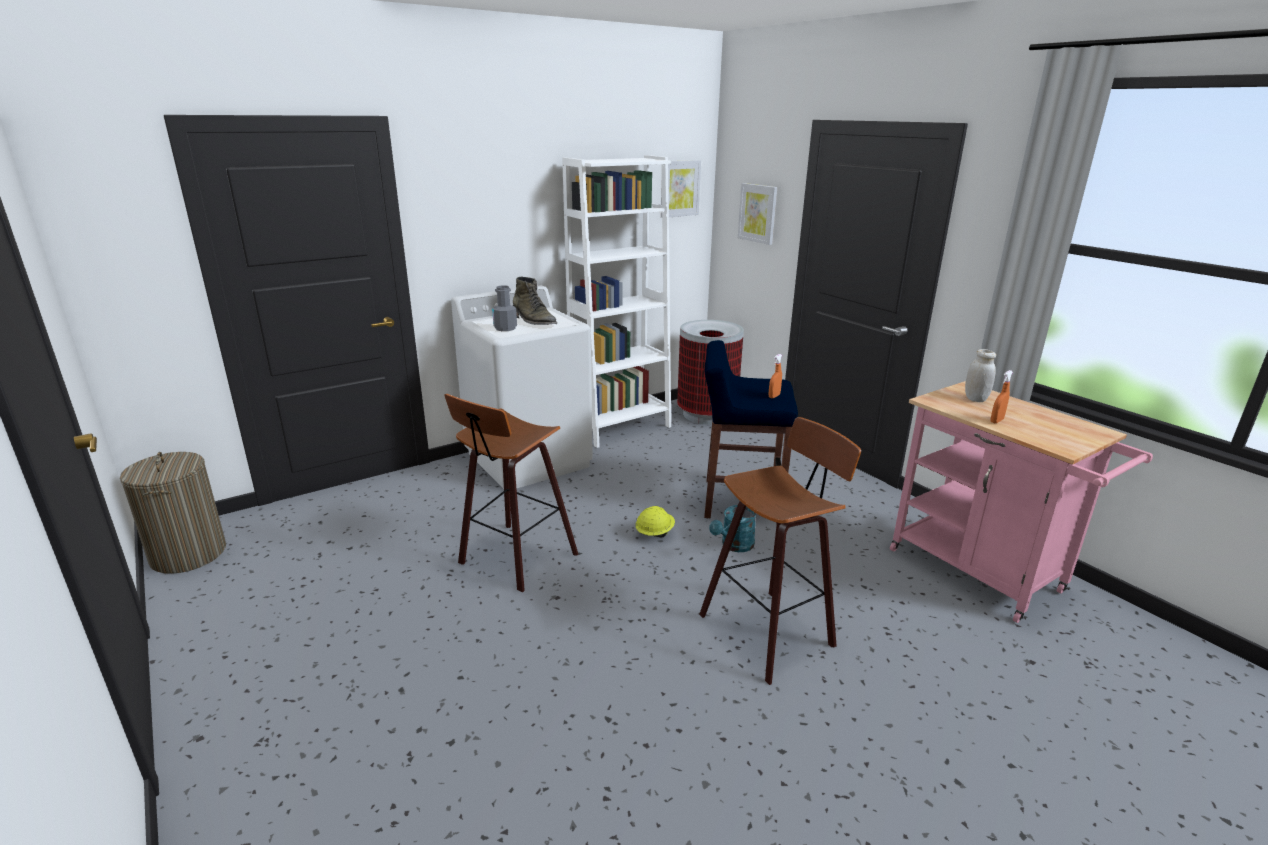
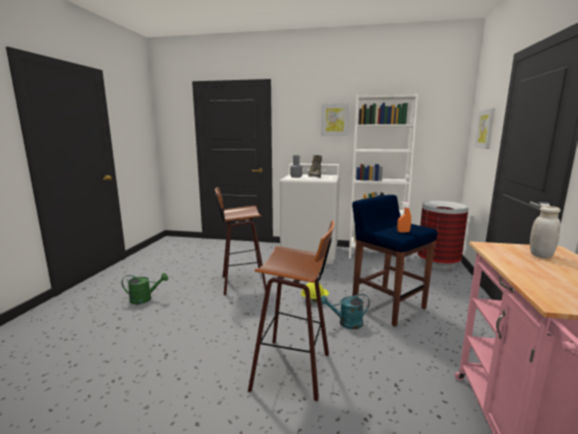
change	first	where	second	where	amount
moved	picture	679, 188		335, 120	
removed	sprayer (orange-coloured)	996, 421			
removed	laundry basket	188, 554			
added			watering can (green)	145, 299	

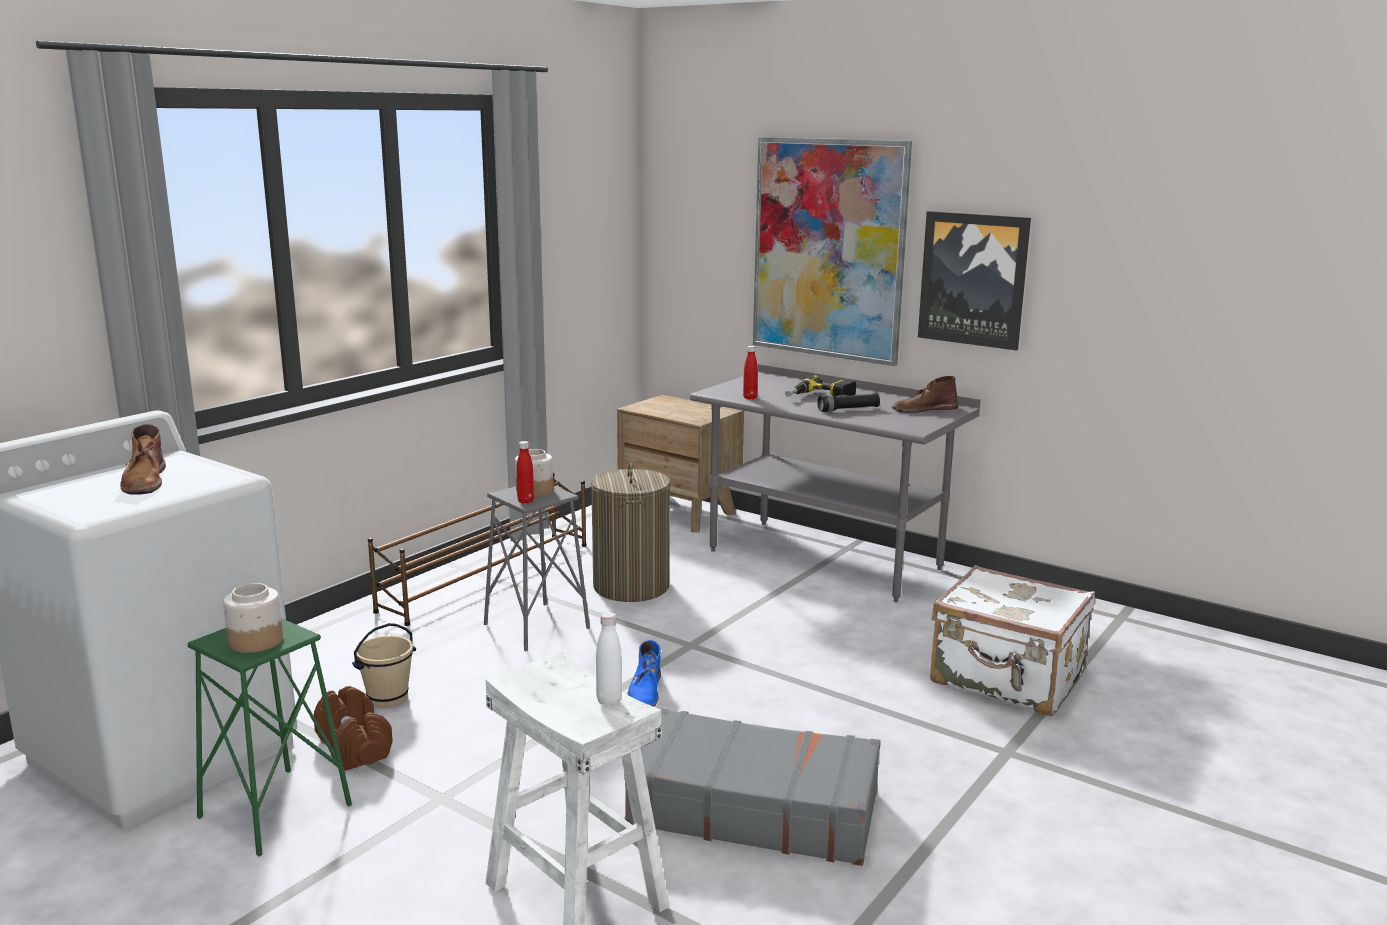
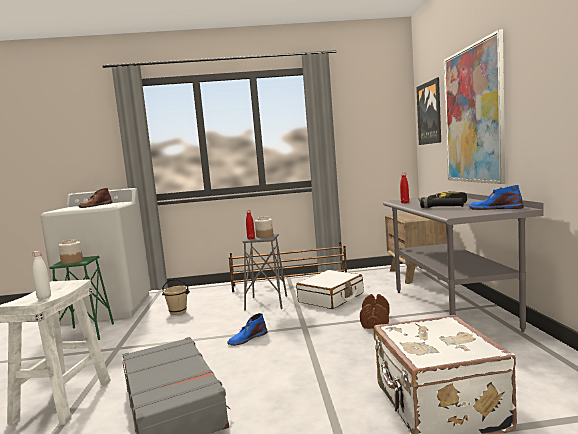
change	first	where	second	where	amount
moved	picture	973, 279		430, 113	
recoloured	boot (brownish)	923, 409	boot (bluish)	494, 208	
replaced	laundry basket	631, 586	travel case (white-coloured)	331, 298	
moved	hand weight (brownish)	355, 747		375, 322	

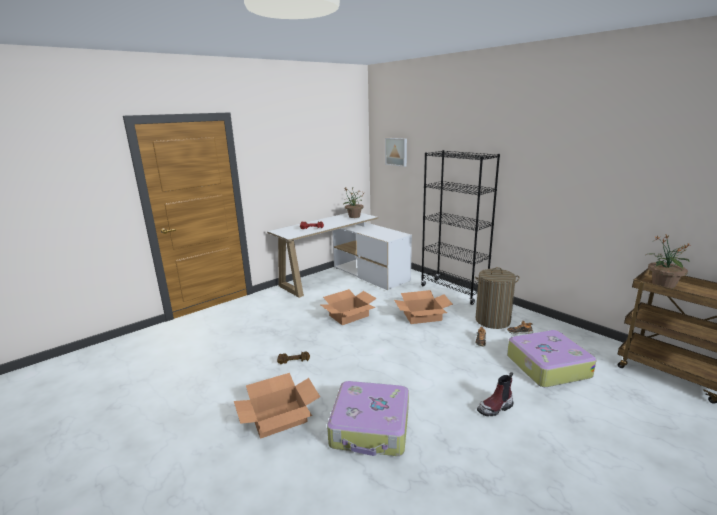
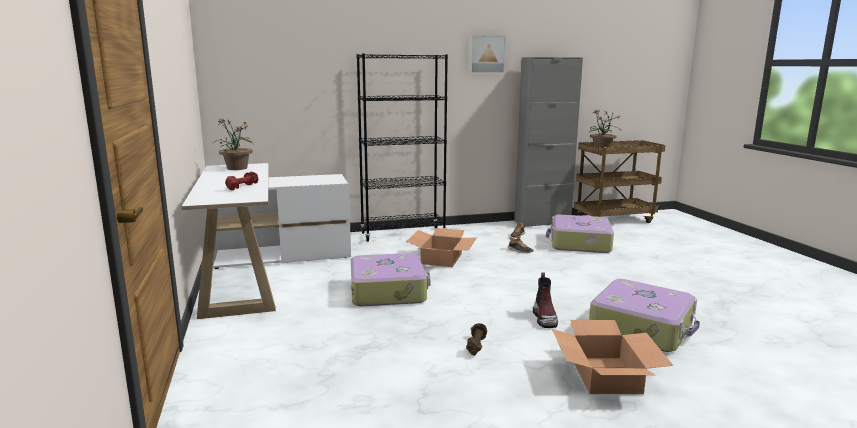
change	first	where	second	where	amount
moved	picture	396, 151		486, 54	
removed	laundry basket	493, 320			
replaced	carton	349, 316	travel case	388, 291	
moved	boot	495, 407		545, 319	
added			cupboard (grey)	542, 222	

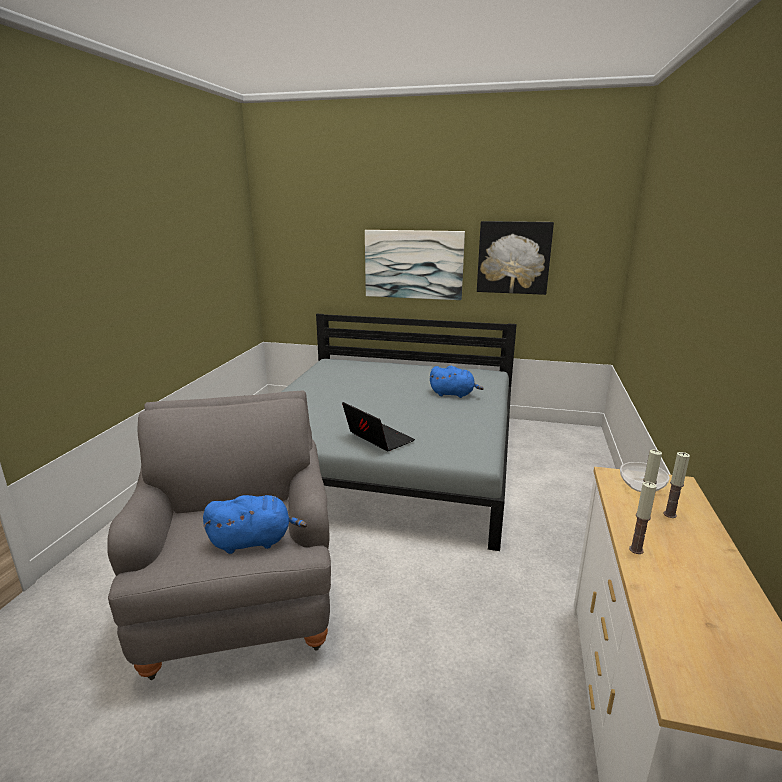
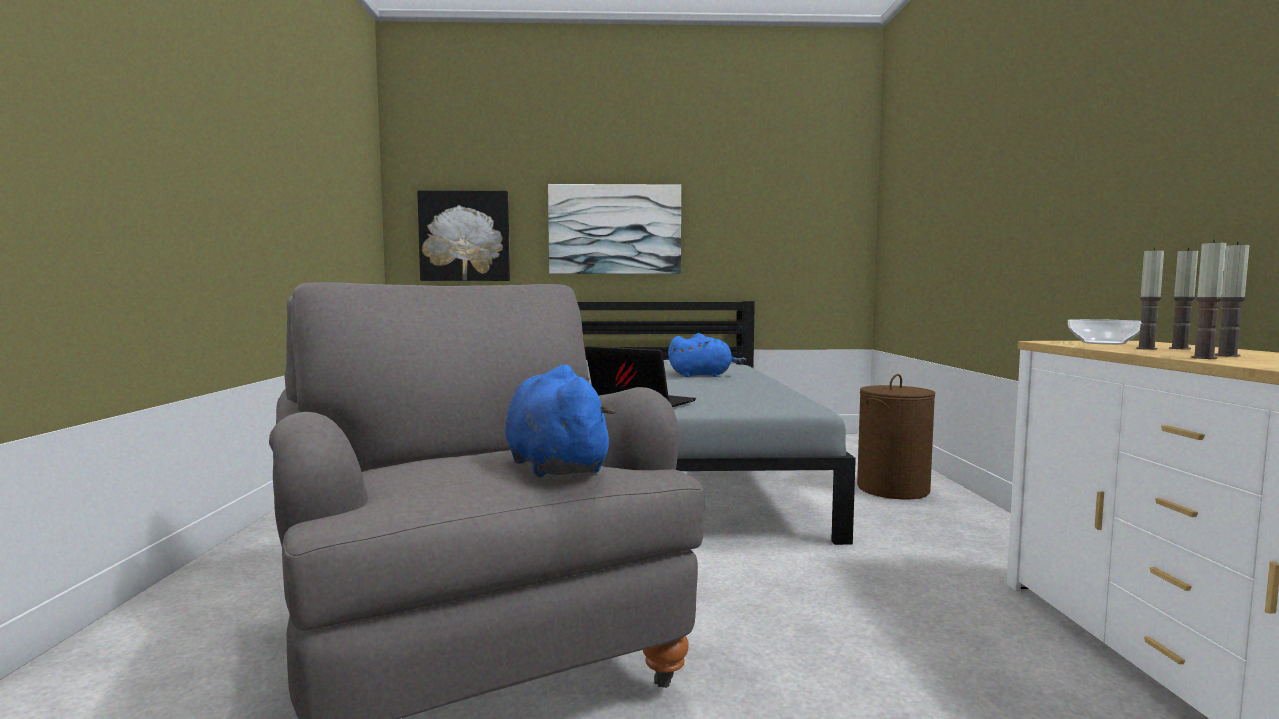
change	first	where	second	where	amount
moved	picture	513, 257		465, 236	
turned	cuddly toy (bluish)	254, 541		554, 466	90 degrees counterclockwise
added			wax light	1227, 355	
added			laundry basket (brownish)	893, 489	

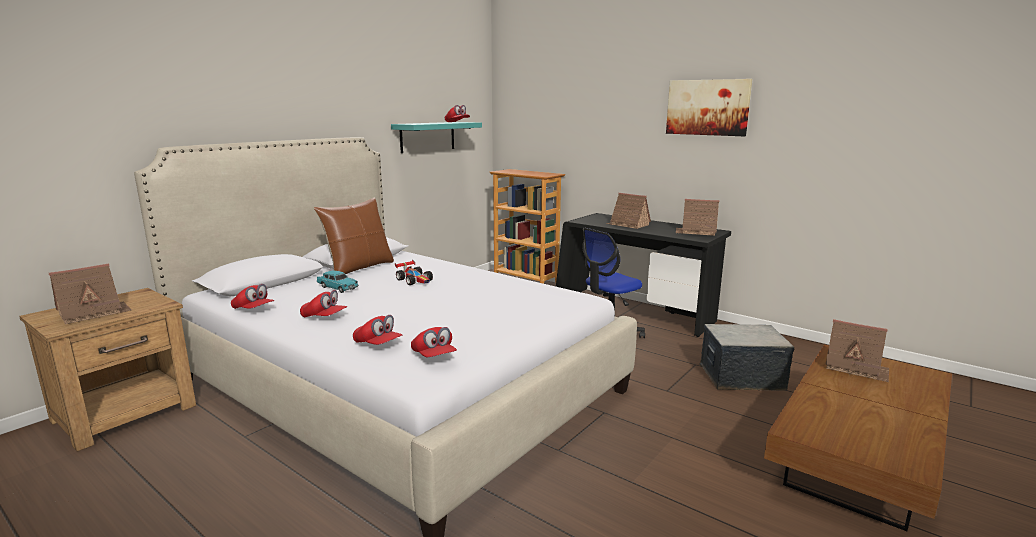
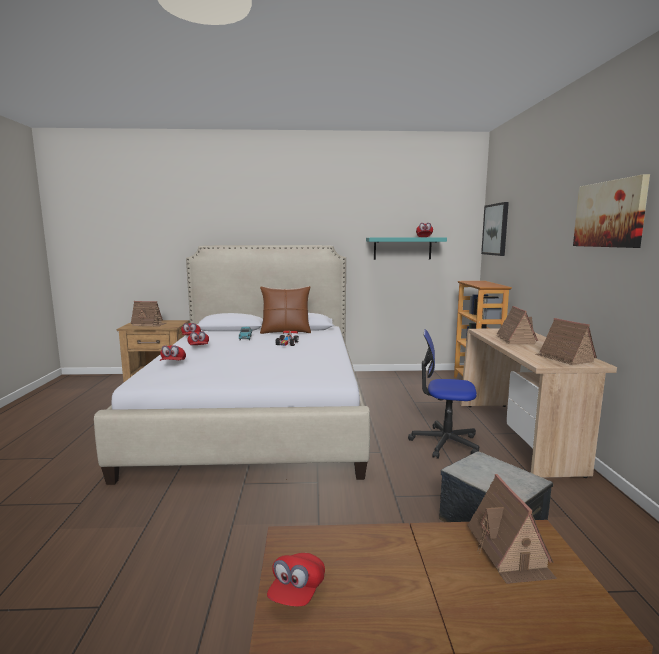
change	first	where	second	where	amount
recoloured	desk unit (black-coloured)	634, 312	desk unit (beige)	518, 436	
moved	baseball cap (red-coloured)	434, 356		297, 592	
added			picture	496, 229	

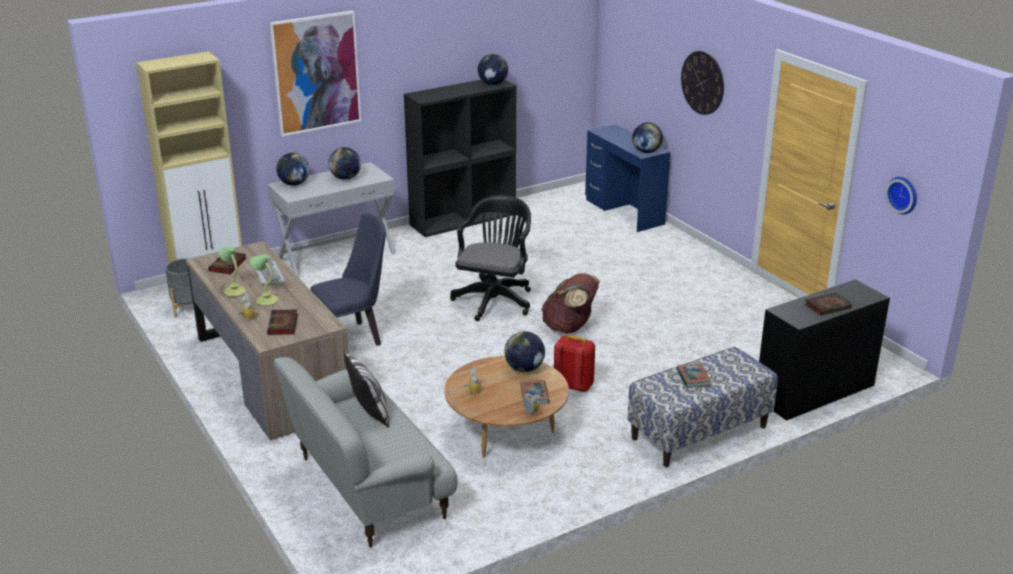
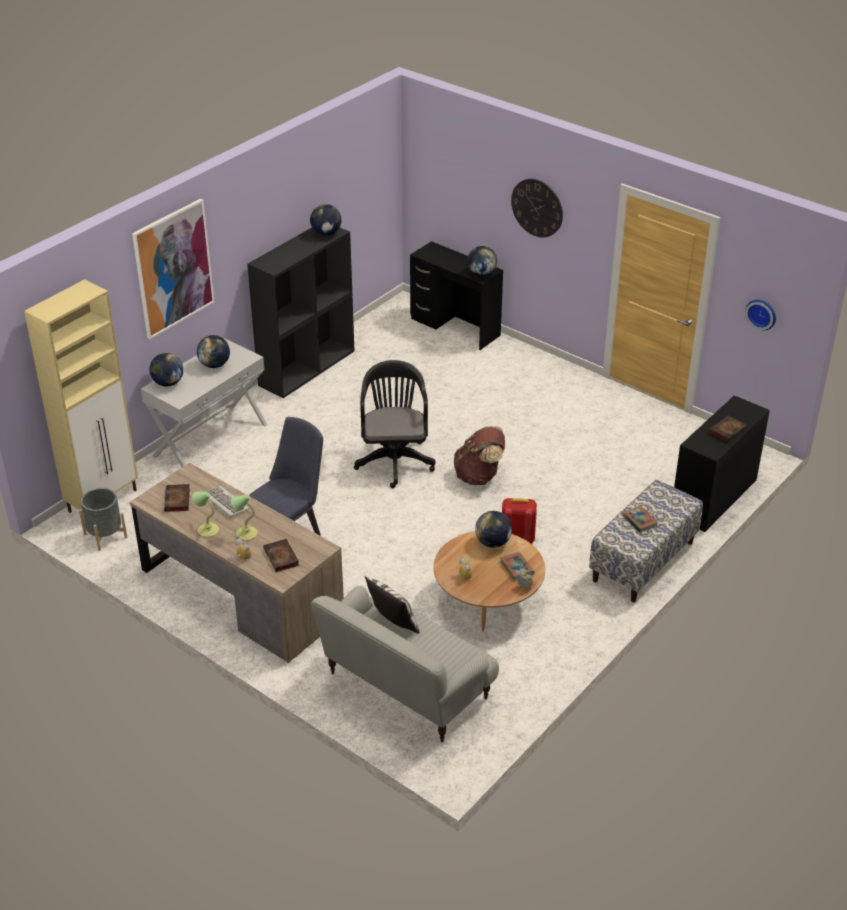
change	first	where	second	where	amount
recoloured	desk unit (bluish)	624, 212	desk unit (black-coloured)	455, 327	

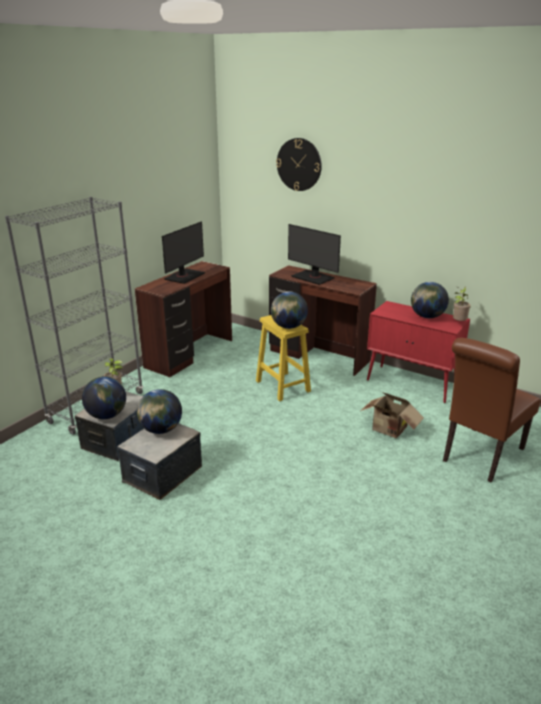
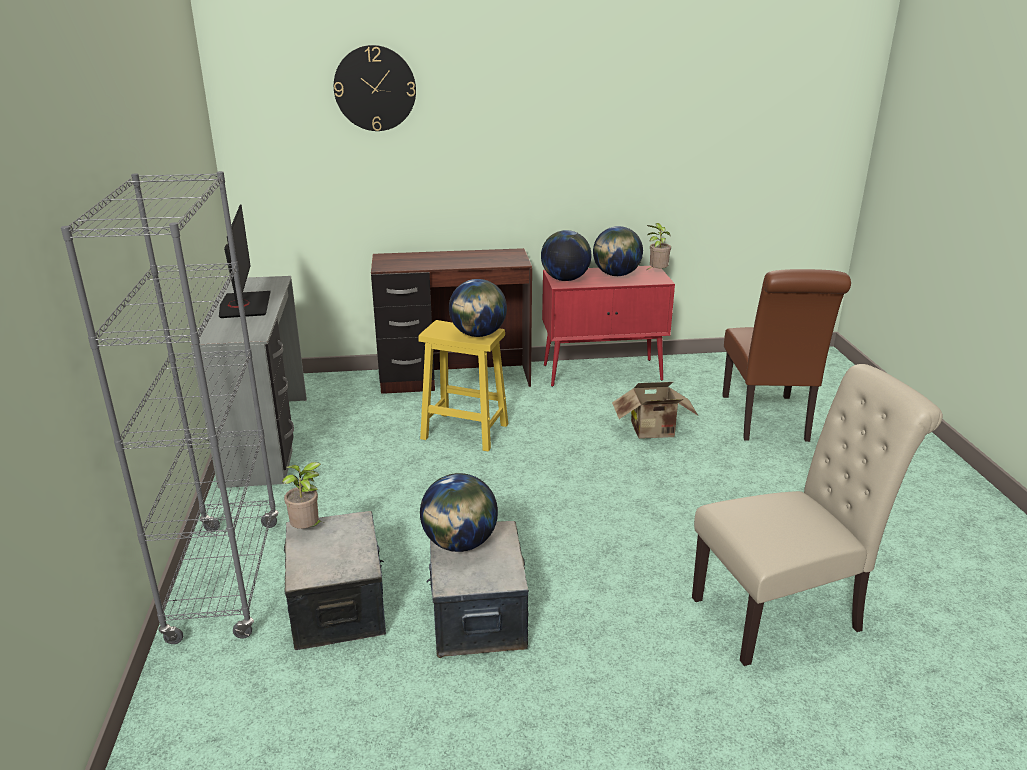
change	first	where	second	where	amount
removed	computer screen	313, 277			
recoloured	desk unit (brownish)	190, 354	desk unit (grey)	268, 439	
moved	globe	107, 415		565, 279	
added			upright chair (beige)	786, 613	

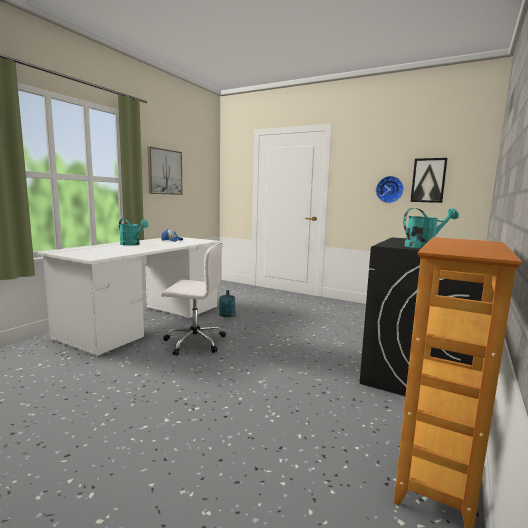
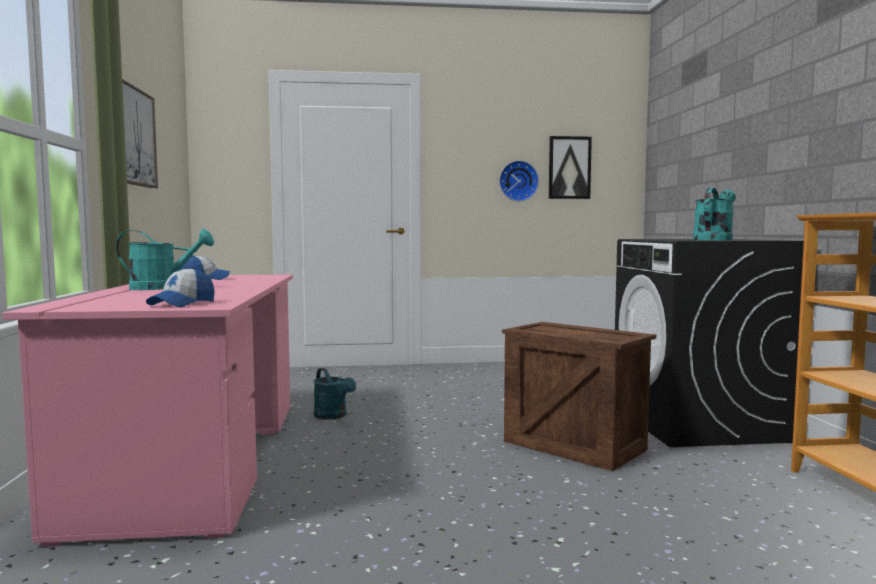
change	first	where	second	where	amount
recoloured	desk unit (white-coloured)	145, 321	desk unit (pinkish)	196, 459	
removed	desk chair (white-coloured)	194, 342			
added			baseball cap	182, 304	
added			shipping crate	572, 446	

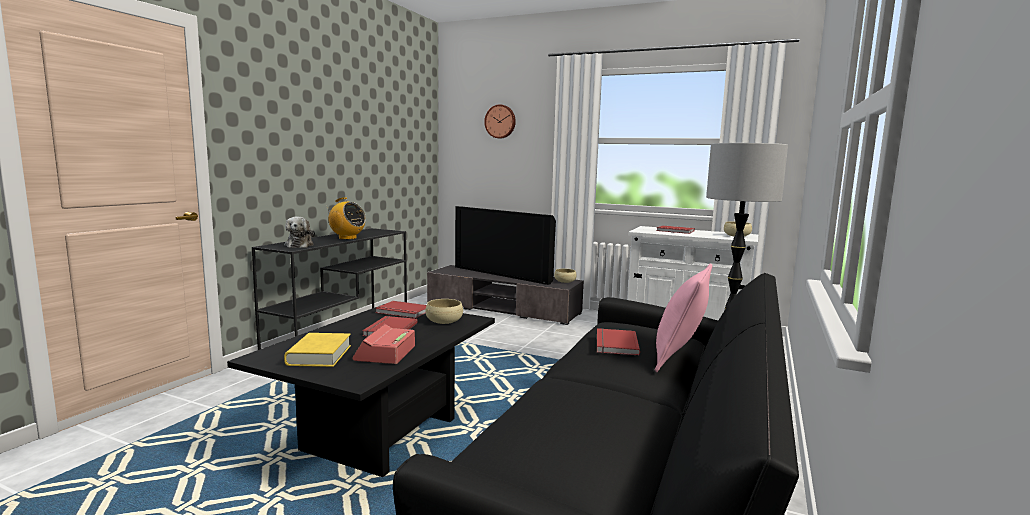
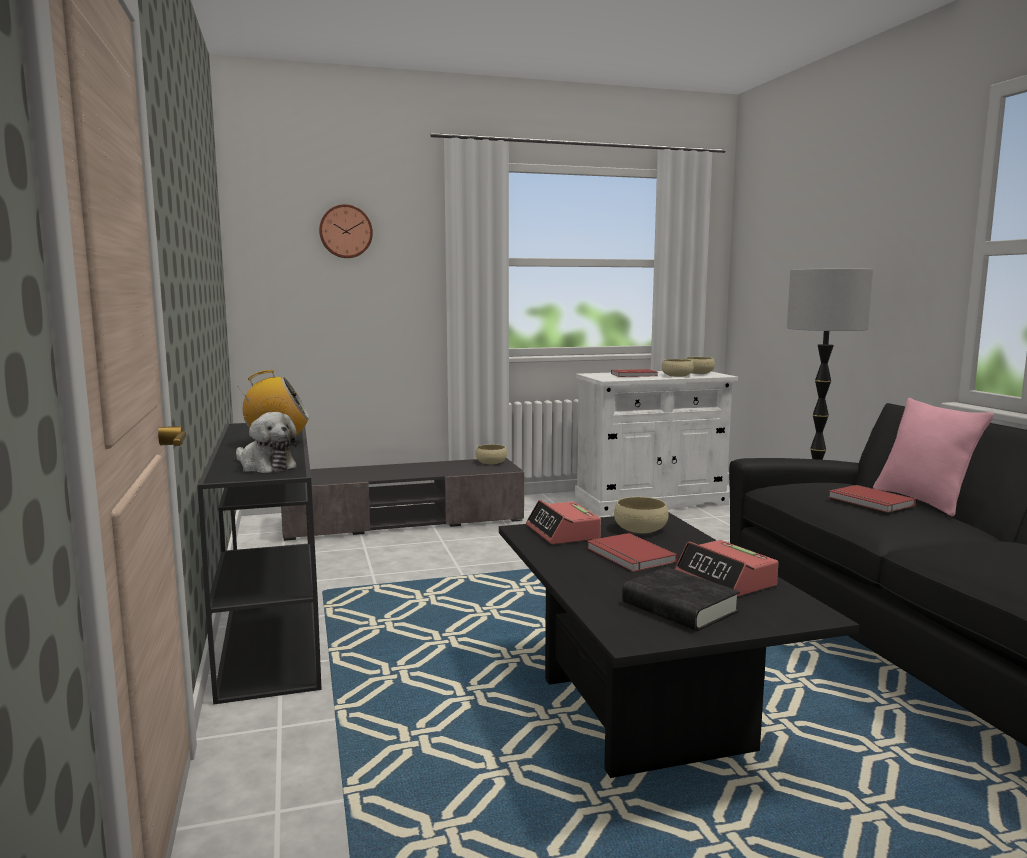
change	first	where	second	where	amount
removed	TV	503, 274			
replaced	bound book (red-coloured)	403, 312	bedside clock	563, 533	
recoloured	bound book (yellowish)	319, 355	bound book (black-coloured)	679, 607	
added			bowl (beige)	677, 375	

